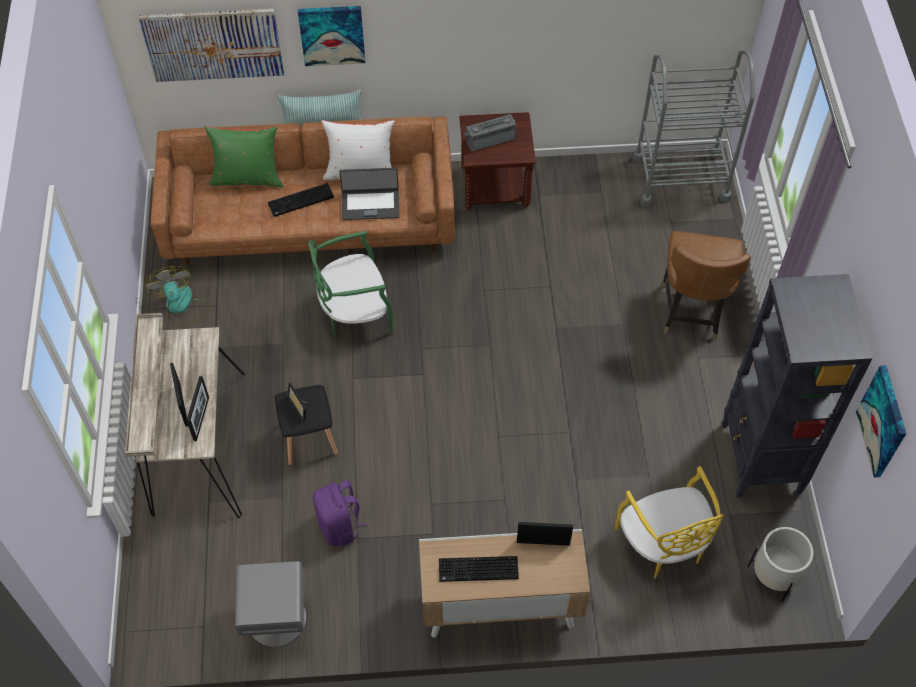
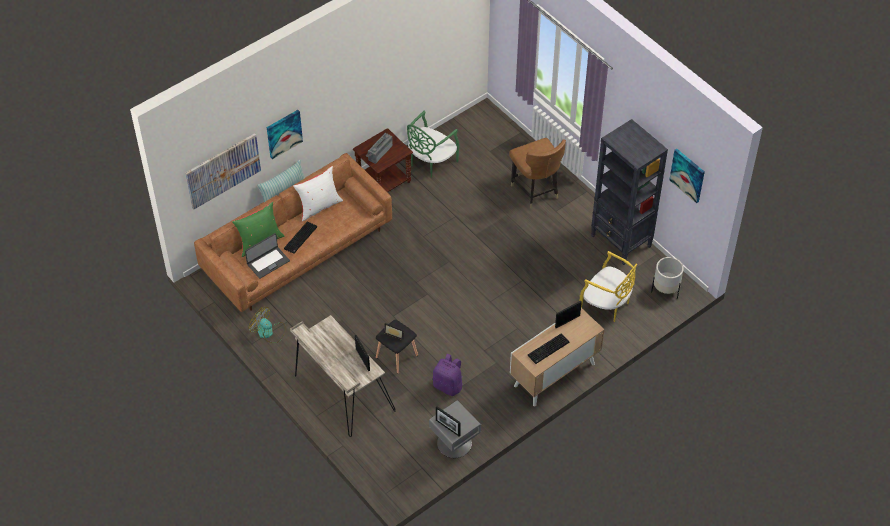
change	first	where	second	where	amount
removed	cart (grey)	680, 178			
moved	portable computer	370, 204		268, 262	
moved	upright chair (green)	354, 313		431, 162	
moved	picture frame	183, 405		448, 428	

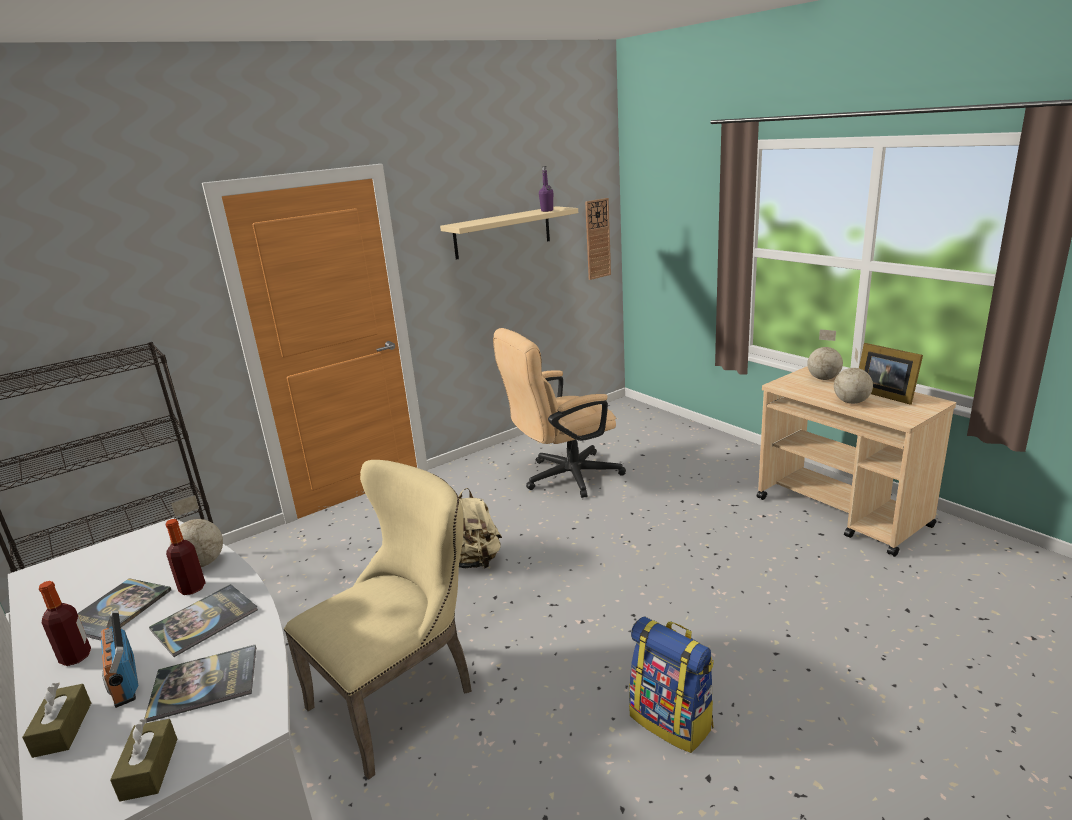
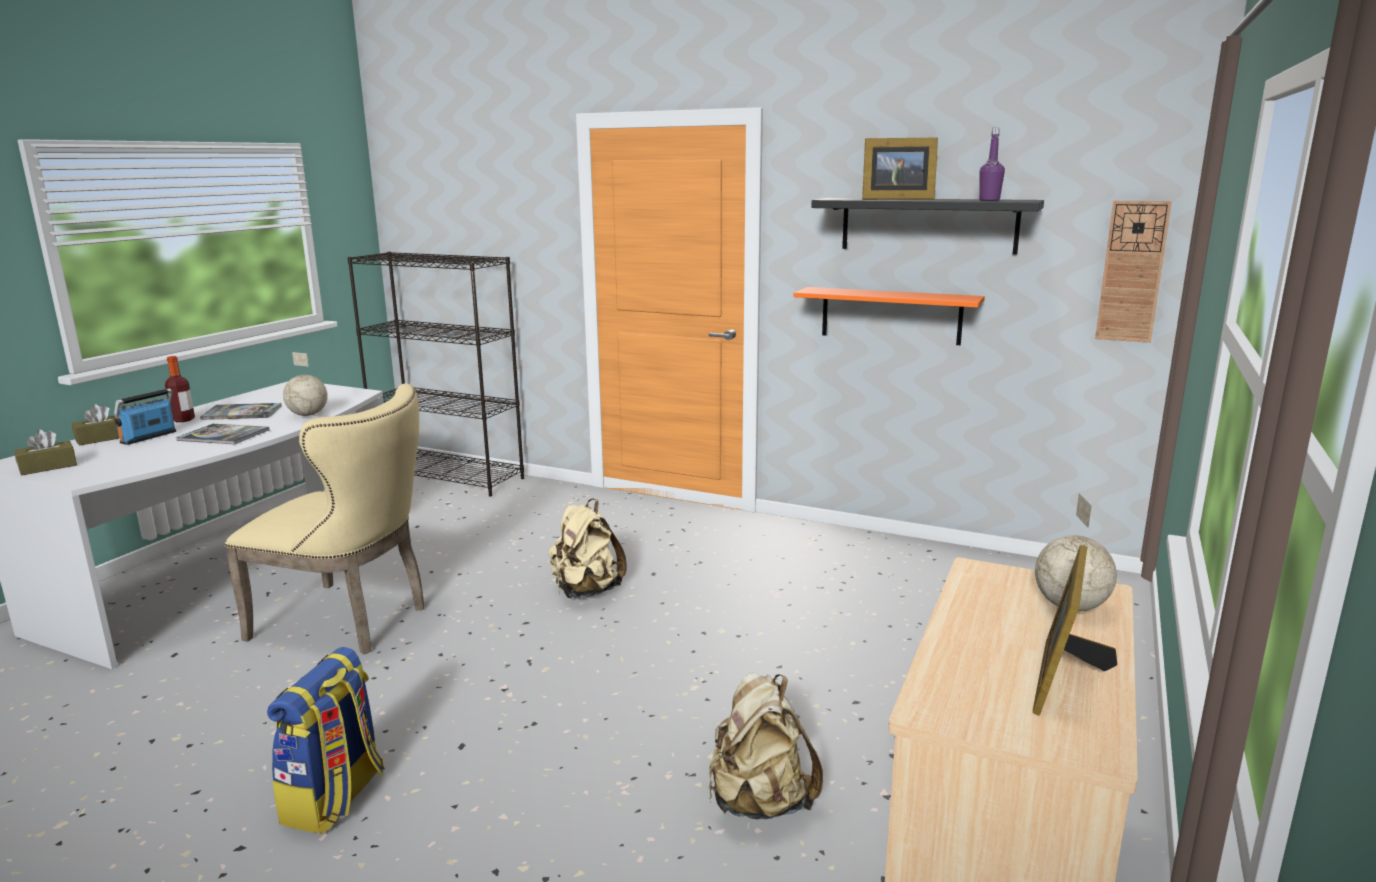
change	first	where	second	where	amount
recoloured	shelf (beige)	502, 232	shelf (black-coloured)	928, 225	
removed	desk chair (beige)	563, 477			
removed	globe	851, 402			
removed	beverage bottle	192, 588			
removed	bound book	204, 683			
added			picture frame	895, 199	
added			shelf (orange-coloured)	890, 315	
added			knapsack (beige)	760, 802	

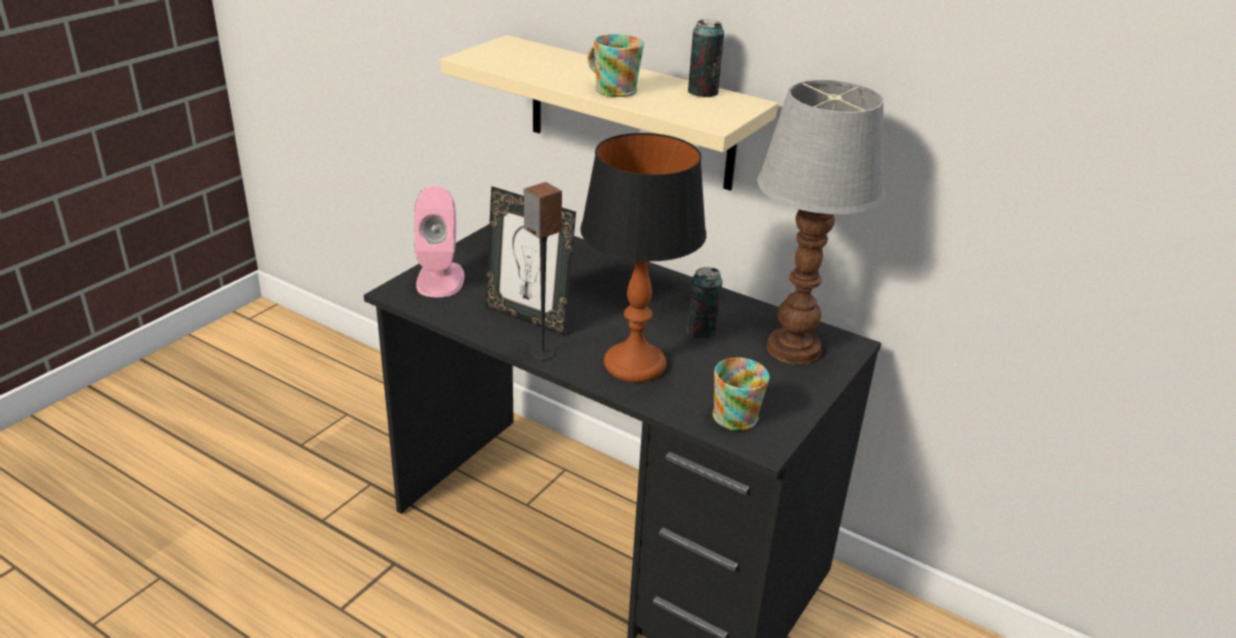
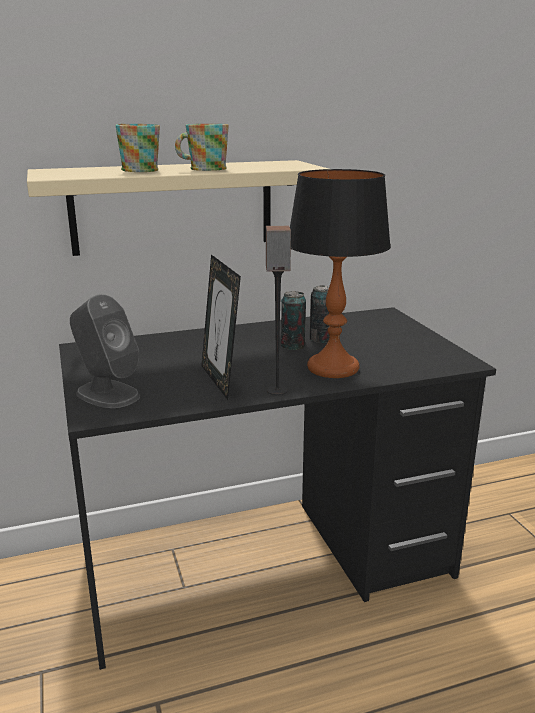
change	first	where	second	where	amount
moved	metal can	702, 92		292, 346	
removed	tabletop lamp	793, 347			
recoloured	loudspeaker (pinkish)	440, 279	loudspeaker (grey)	107, 394	
turned	picture frame	528, 317		220, 380	90 degrees clockwise
moved	coffee mug	740, 414		141, 170	

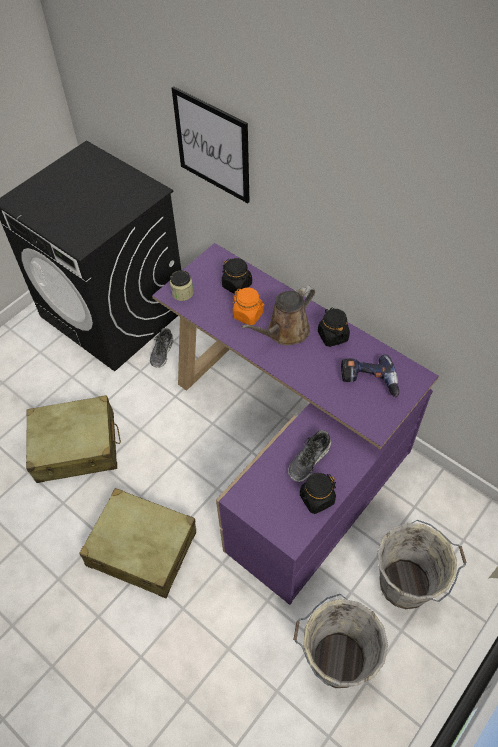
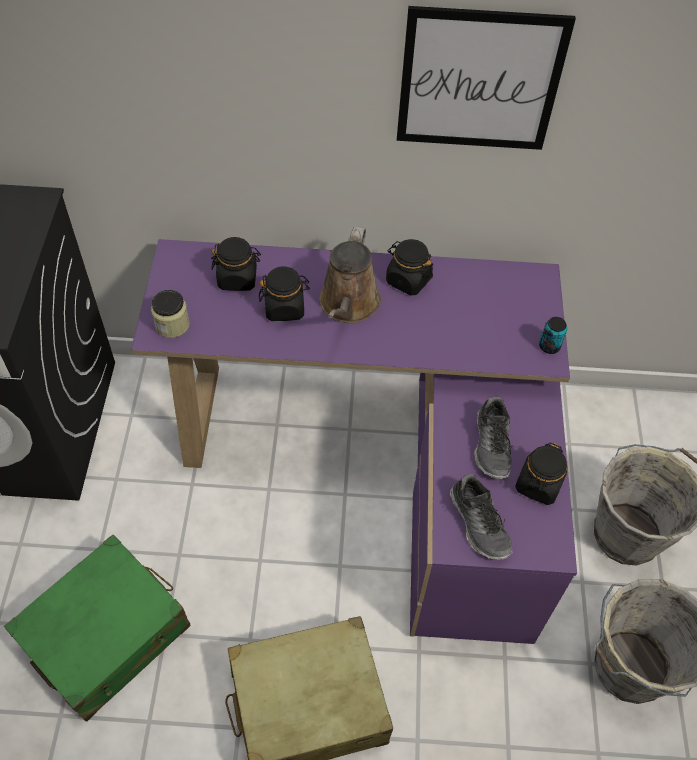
change	first	where	second	where	amount
moved	picture	212, 145		479, 81	
recoloured	storage jar (orange-coloured)	248, 315	storage jar (black-coloured)	284, 308	
moved	shoe	162, 352		479, 524	
removed	power drill	368, 382			
recoloured	travel case (beige)	76, 447	travel case (green)	106, 635	
added			metal can	549, 346	

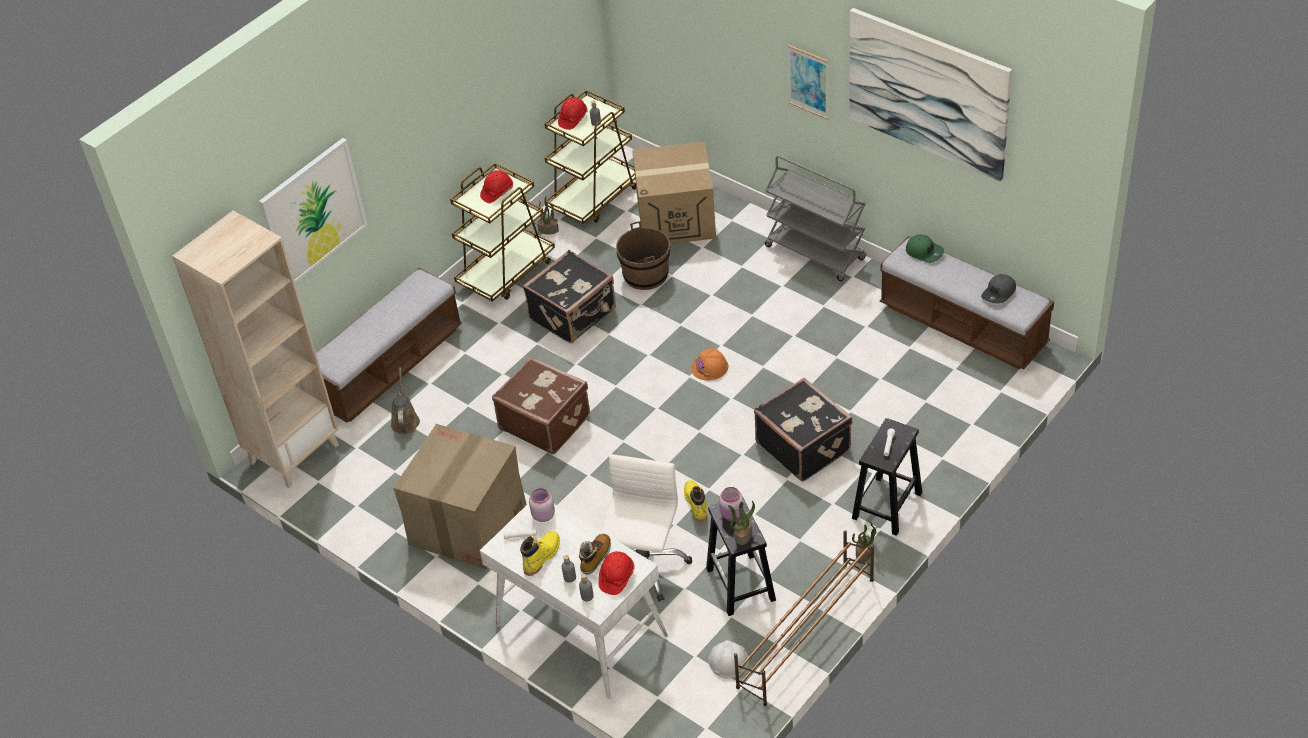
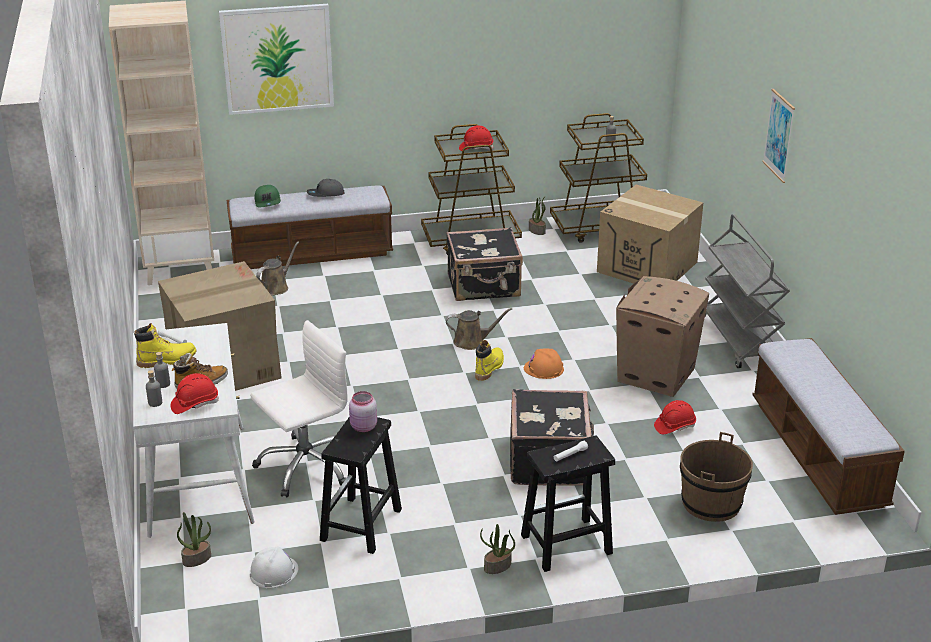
change	first	where	second	where	amount
removed	picture	928, 93			
moved	hard hat (red-coloured)	573, 119		674, 426	
moved	water bucket (brownish)	646, 275		711, 503	
moved	baseball cap (green)	924, 252		268, 202	
moved	baseball cap (grey)	999, 293		325, 194	
removed	travel case (brownish)	545, 421			
moved	boot (yellowish)	696, 503		489, 368	
removed	storage jar (pinkish)	543, 515			
moved	potted plant	743, 534		197, 558	
removed	shoe rack (brownish)	805, 633			
added			carton	655, 375	
added			watering can (brownish)	472, 341	

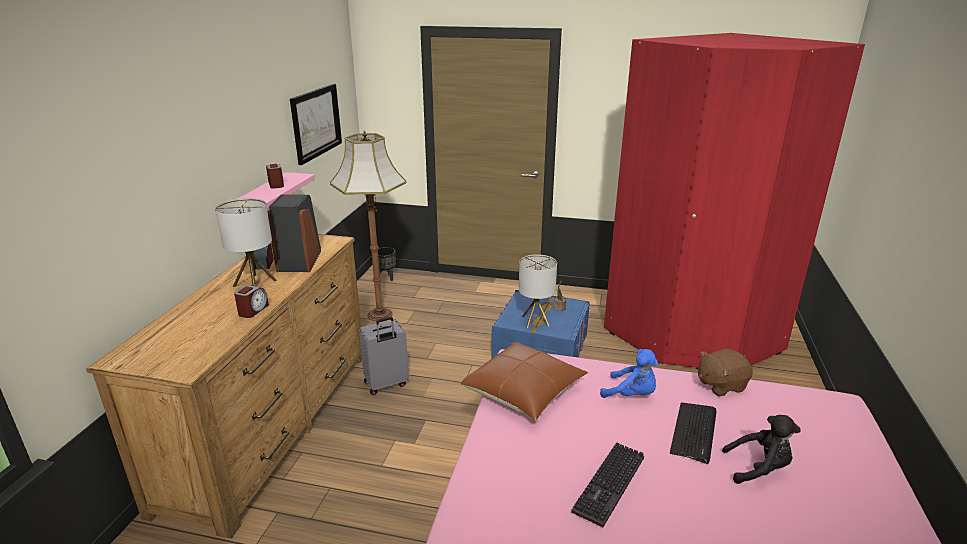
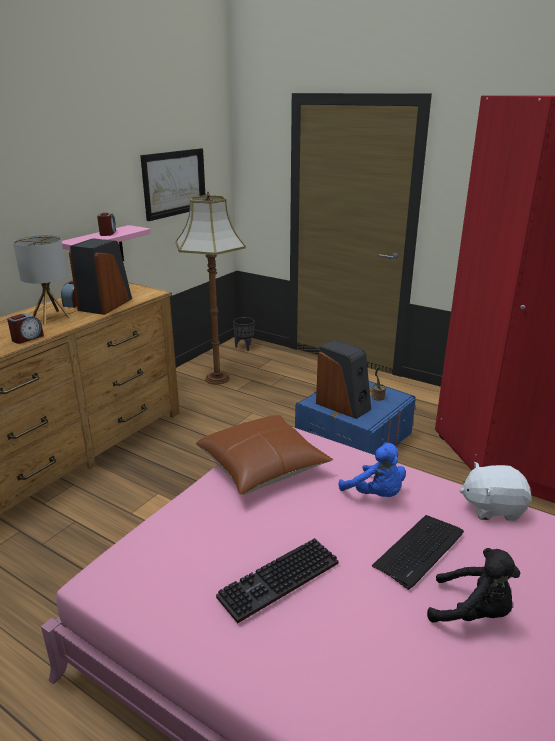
change	first	where	second	where	amount
replaced	tabletop lamp	535, 321	loudspeaker	343, 405	
removed	travel case (grey)	386, 384			
recoloured	cuddly toy (brownish)	720, 385	cuddly toy (white-coloured)	492, 507	

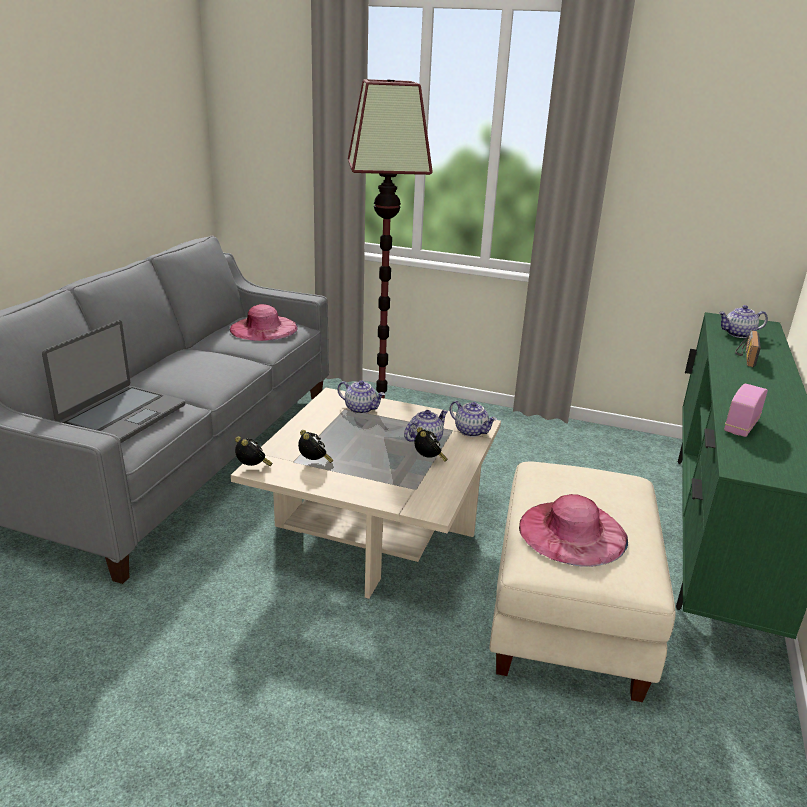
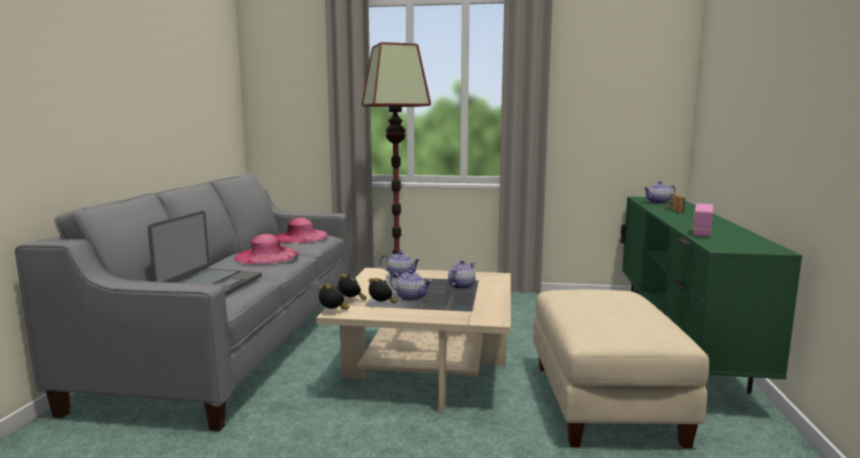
change	first	where	second	where	amount
moved	tea pot	471, 431		411, 297	
moved	bedside clock	428, 460		351, 300	
moved	clothing hat (pinkish)	572, 532		267, 256	

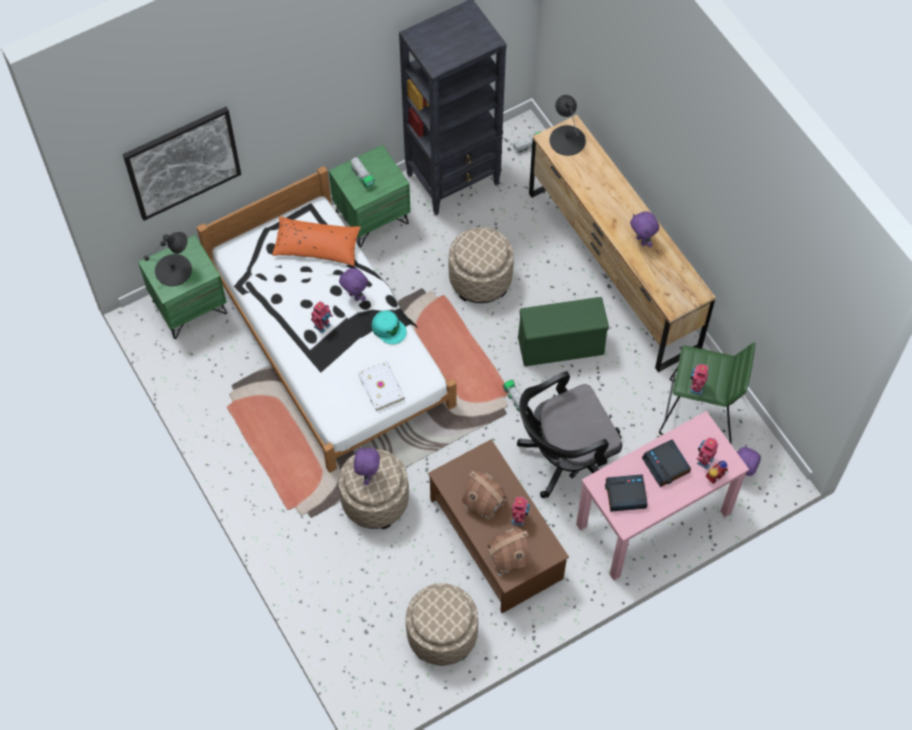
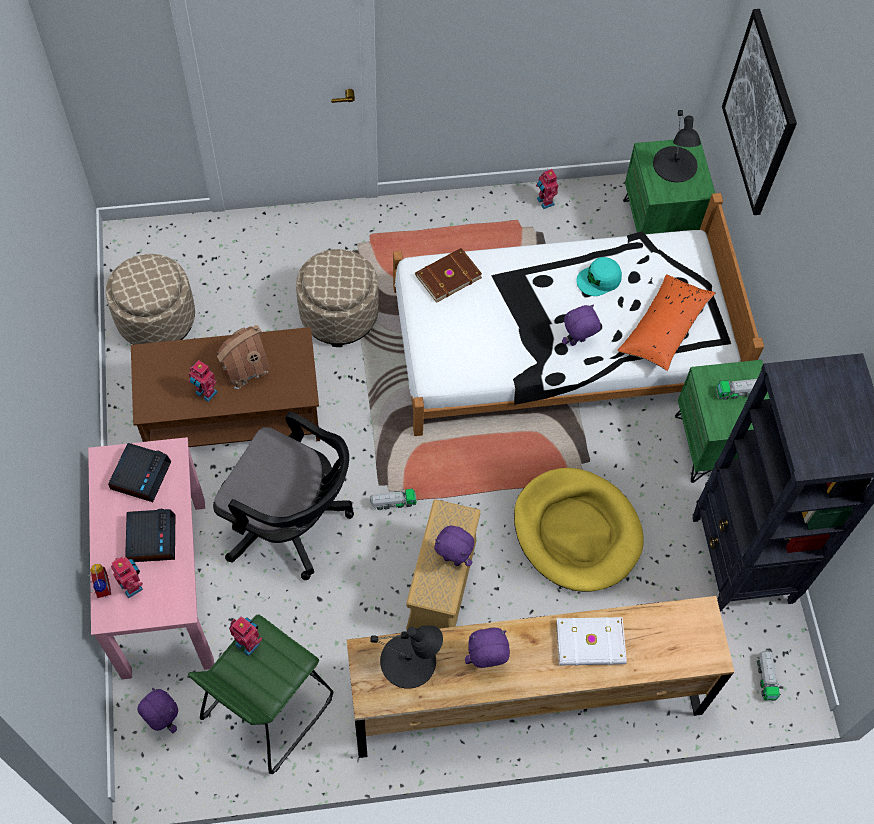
change	first	where	second	where	amount
moved	tabletop lamp (black-coloured)	567, 140		409, 661	
replaced	pouffe (beige)	480, 279	dog bed (yellowish)	576, 531	
recoloured	storage box (green)	559, 346	storage box (beige)	441, 583	
moved	model robot	323, 326		544, 202	
moved	baseball cap (blue-green)	388, 328		599, 279	
moved	bound book (white-coloured)	382, 386		591, 644	
turned	desk chair (black-coloured)	564, 458		290, 523	120 degrees clockwise
turned	bedside clock	666, 465		150, 538	90 degrees clockwise
moved	cuddly toy (purple-coloured)	367, 474		453, 559	
removed	miniature house	508, 557			
added			bound book (brownish)	447, 276	

